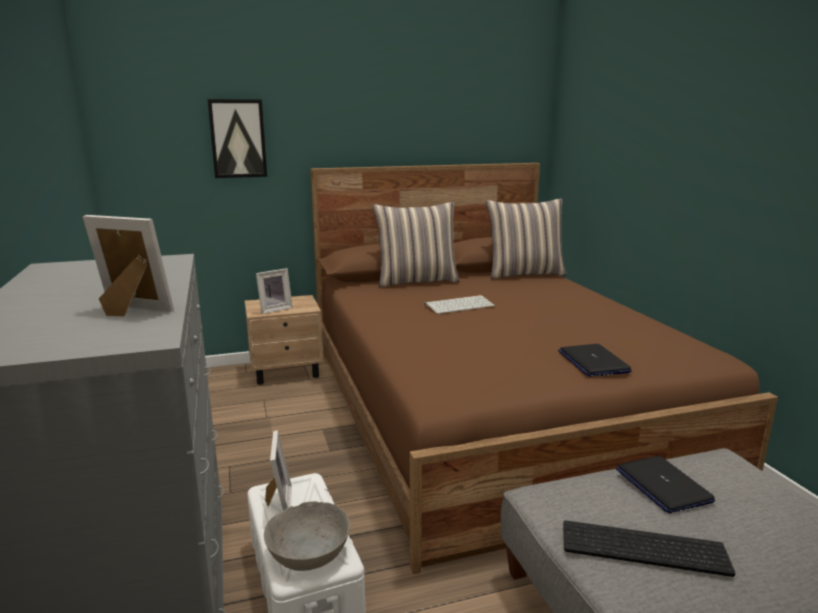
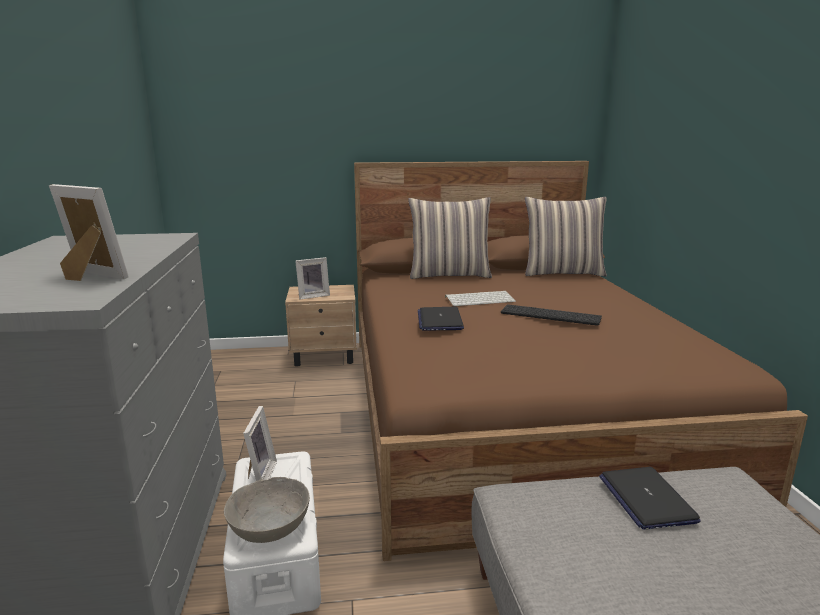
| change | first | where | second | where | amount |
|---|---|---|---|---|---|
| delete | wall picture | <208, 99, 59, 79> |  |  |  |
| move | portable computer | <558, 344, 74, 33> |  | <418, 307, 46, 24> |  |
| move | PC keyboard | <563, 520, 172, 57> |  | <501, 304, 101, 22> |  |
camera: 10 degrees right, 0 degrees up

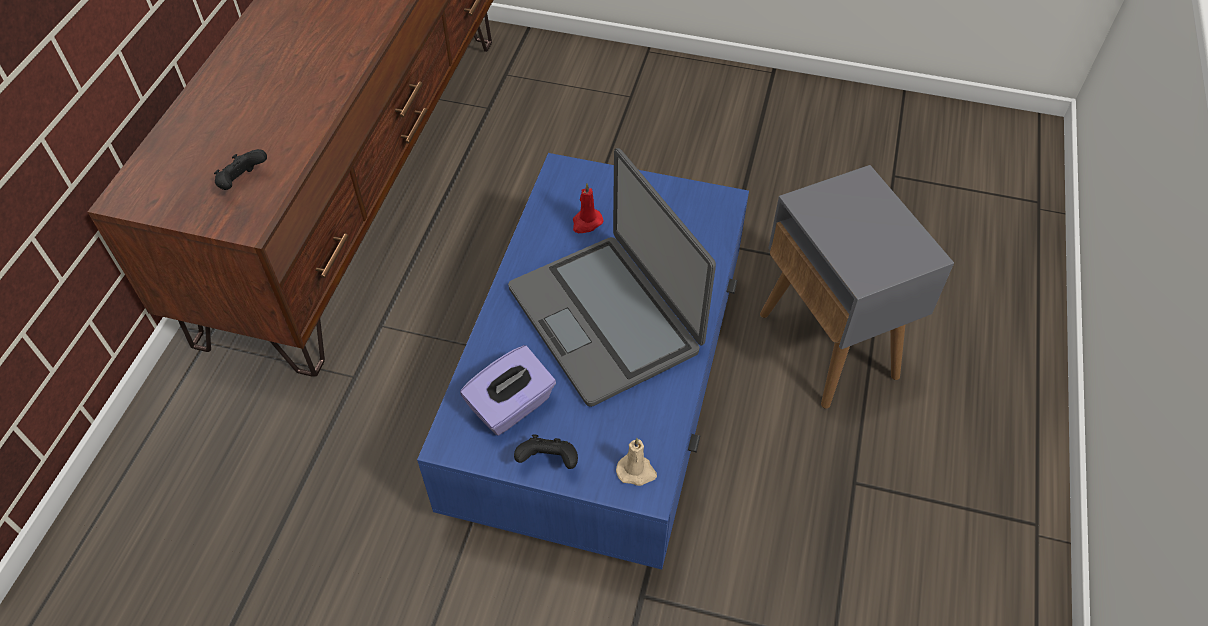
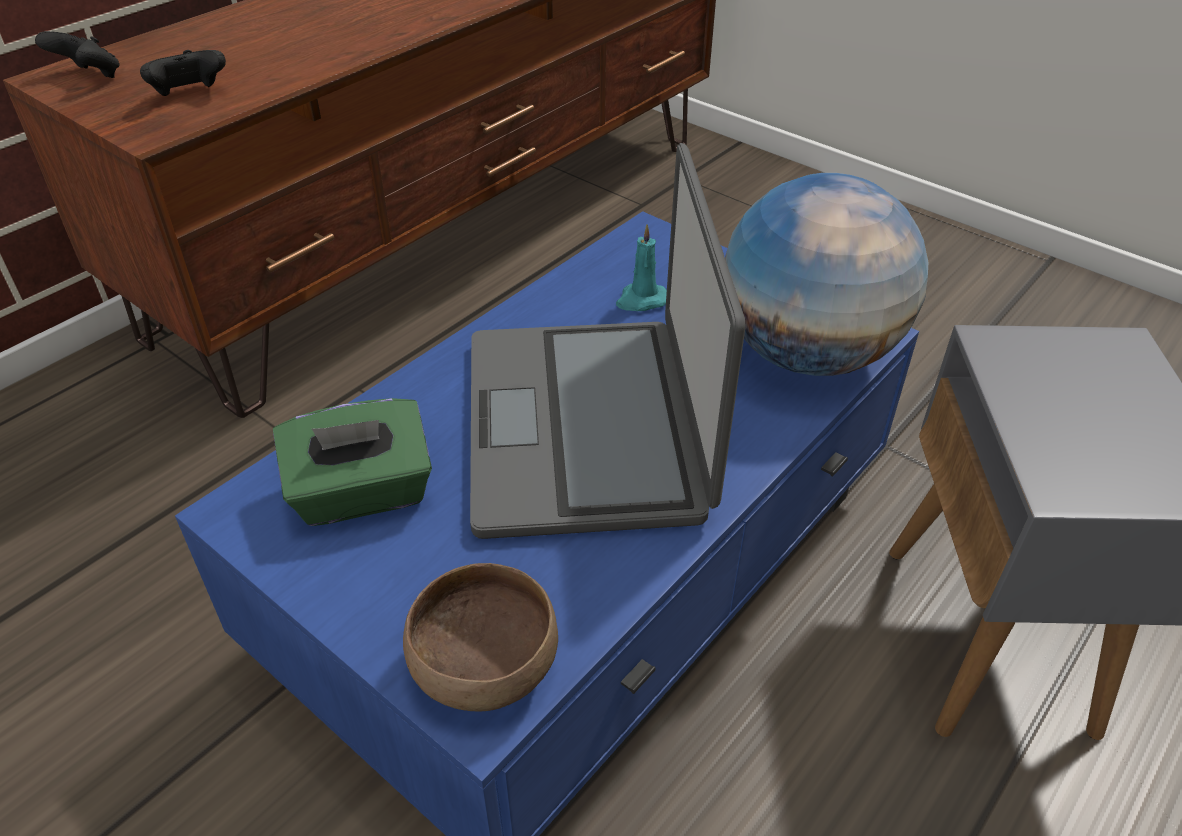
| change | first | where | second | where | amount |
|---|---|---|---|---|---|
| recolor | wax candle in red-coloured | <573, 183, 31, 50> | wax candle in turquoise | <616, 224, 51, 87> |  |
| recolor | tissue box in purple | <460, 345, 96, 90> | tissue box in green-coloured | <273, 398, 159, 128> |  |
| move | joypad in blackish | <514, 435, 64, 34> |  | <35, 31, 85, 47> |  |
| replace | wax candle in beige | <616, 438, 41, 48> | bowl in brownish | <403, 563, 155, 148> |  |
| insert |  |  | globe | <725, 173, 203, 203> |  |
camera: 25 degrees right, 10 degrees down

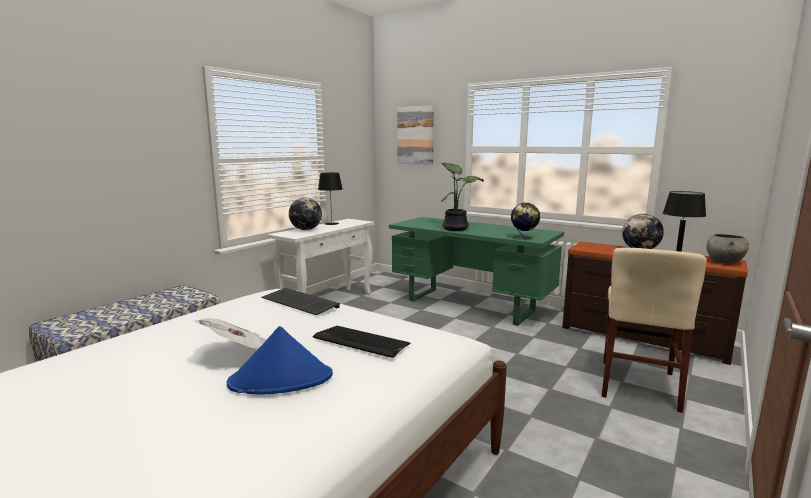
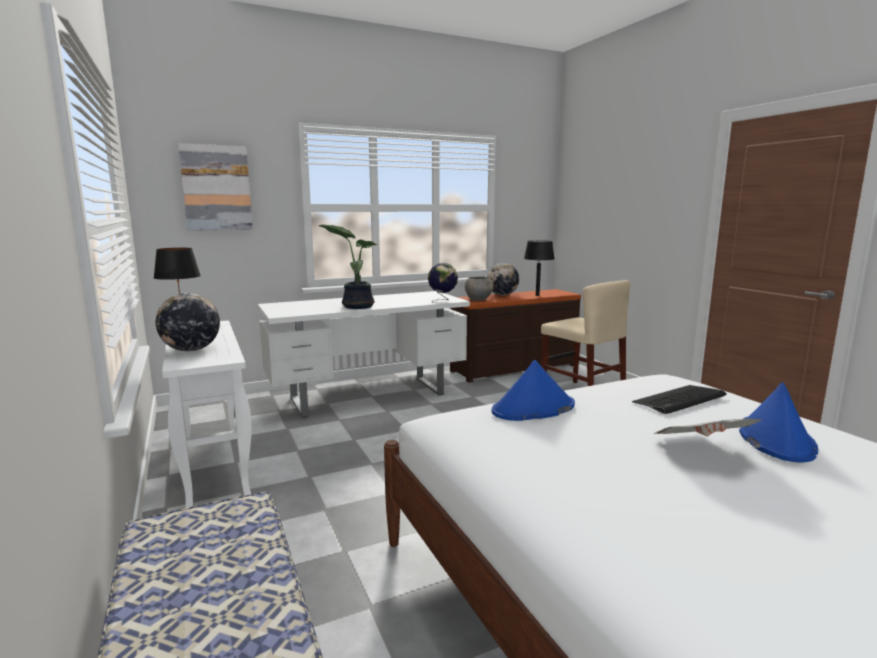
| change | first | where | second | where | amount |
|---|---|---|---|---|---|
| recolor | desk in green-coloured | <389, 217, 175, 109> | desk in white | <258, 291, 212, 127> |  |
| move | bowl in grey | <707, 234, 42, 30> |  | <465, 277, 28, 24> |  |
| replace | PC keyboard | <261, 288, 79, 27> | hat in bluish | <492, 360, 83, 61> |  |
camera: 60 degrees left, 0 degrees up

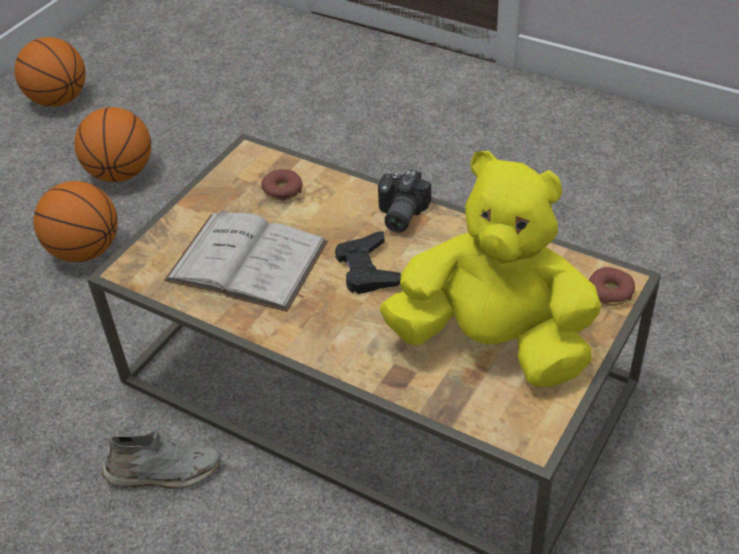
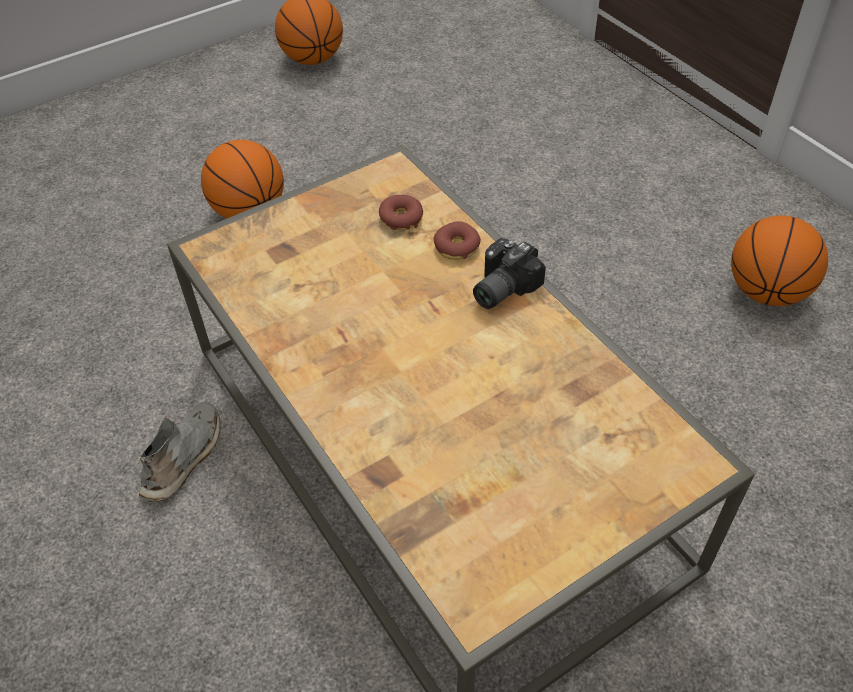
| change | first | where | second | where | amount |
|---|---|---|---|---|---|
| move | basketball ball | <74, 107, 77, 75> |  | <731, 216, 97, 90> |  |
| delete | cuddly toy in yellow | <380, 151, 221, 236> |  |  |  |
| delete | bound book in white | <164, 210, 164, 102> |  |  |  |
| delete | joypad in blackish | <335, 231, 66, 63> |  |  |  |
| move | donut | <589, 267, 46, 39> |  | <434, 221, 47, 39> |  |
| rotate | item of footwear in grey | <102, 430, 119, 59> |  | <139, 402, 82, 100> | 90 degrees counterclockwise |
camera: 25 degrees right, 5 degrees up

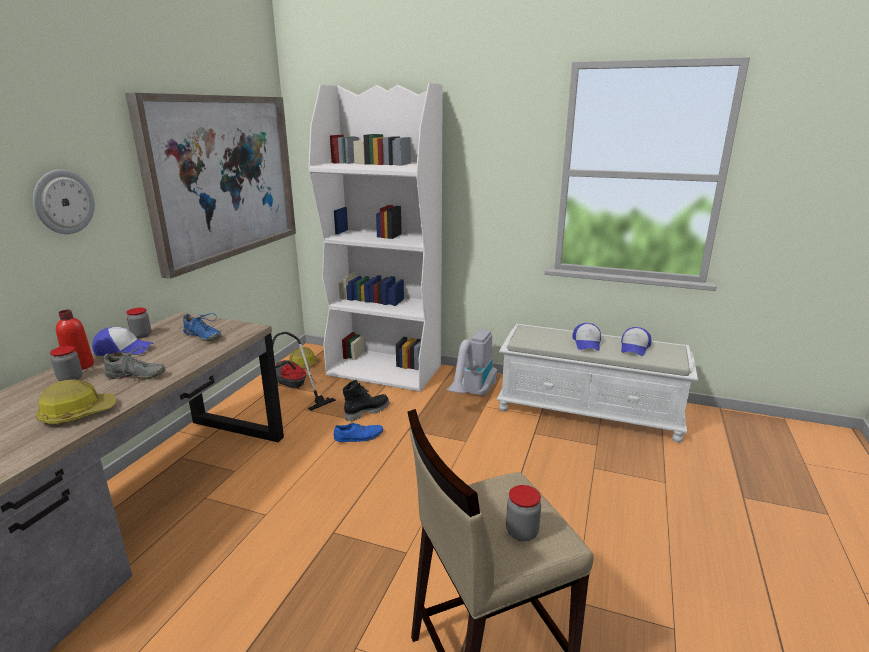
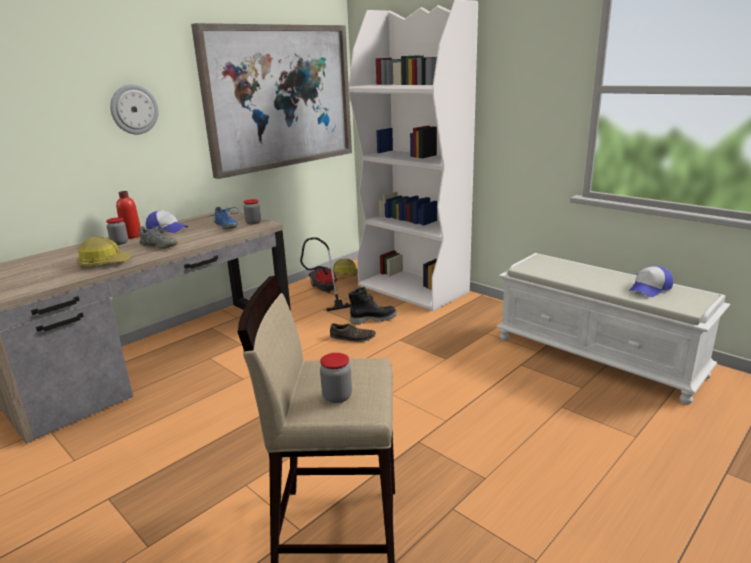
| change | first | where | second | where | amount |
|---|---|---|---|---|---|
| move | preserve jar | <126, 308, 25, 30> |  | <244, 199, 17, 25> |  |
| delete | peaked cap | <573, 323, 28, 28> |  |  |  |
| delete | vacuum cleaner | <446, 329, 51, 67> |  |  |  |
| recolor | item of footwear in bluish | <334, 423, 49, 19> | item of footwear in brownish | <330, 323, 46, 19> |  |
camera: 25 degrees right, 0 degrees up

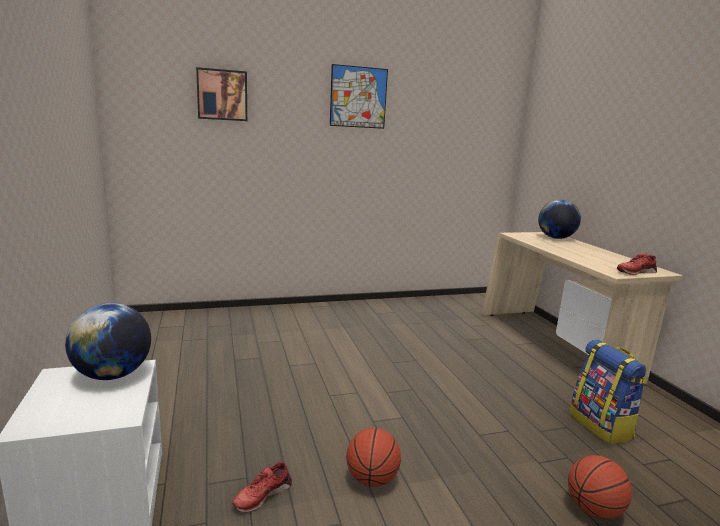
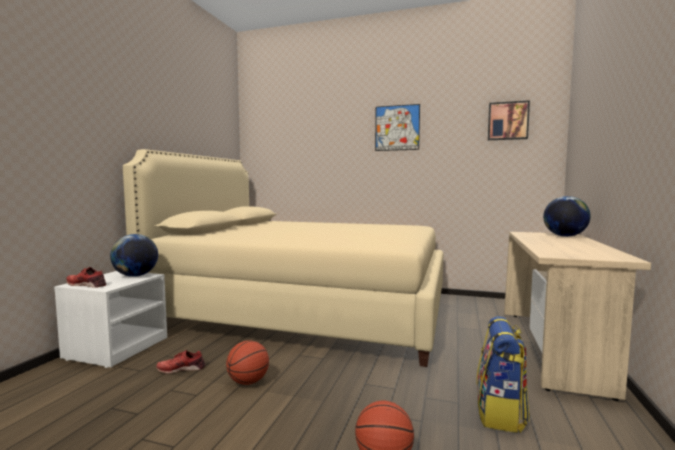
| change | first | where | second | where | amount |
|---|---|---|---|---|---|
| move | wall picture | <196, 67, 51, 54> |  | <488, 100, 42, 40> |  |
| move | item of footwear in red-coloured | <617, 253, 40, 22> |  | <66, 267, 40, 21> |  |
| insert |  |  | bed in beige | <123, 149, 320, 218> |  |
camera: 35 degrees right, 10 degrees down

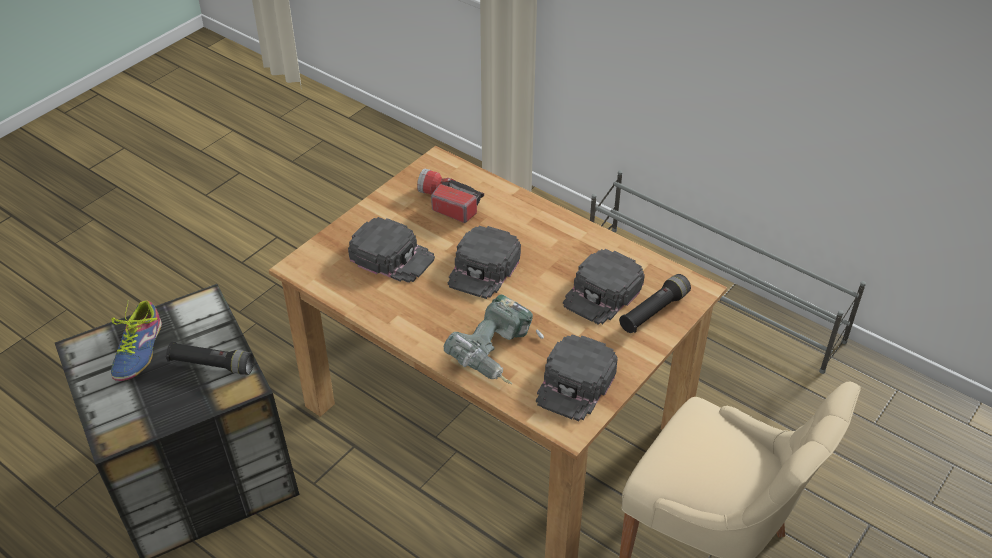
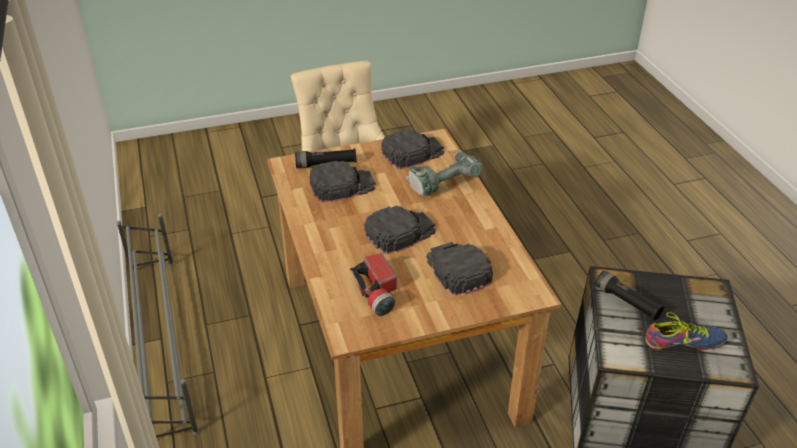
| change | first | where | second | where | amount |
|---|---|---|---|---|---|
| rotate | item of footwear | <111, 301, 51, 80> |  | <645, 312, 83, 38> | 45 degrees clockwise |
camera: 145 degrees left, 5 degrees down

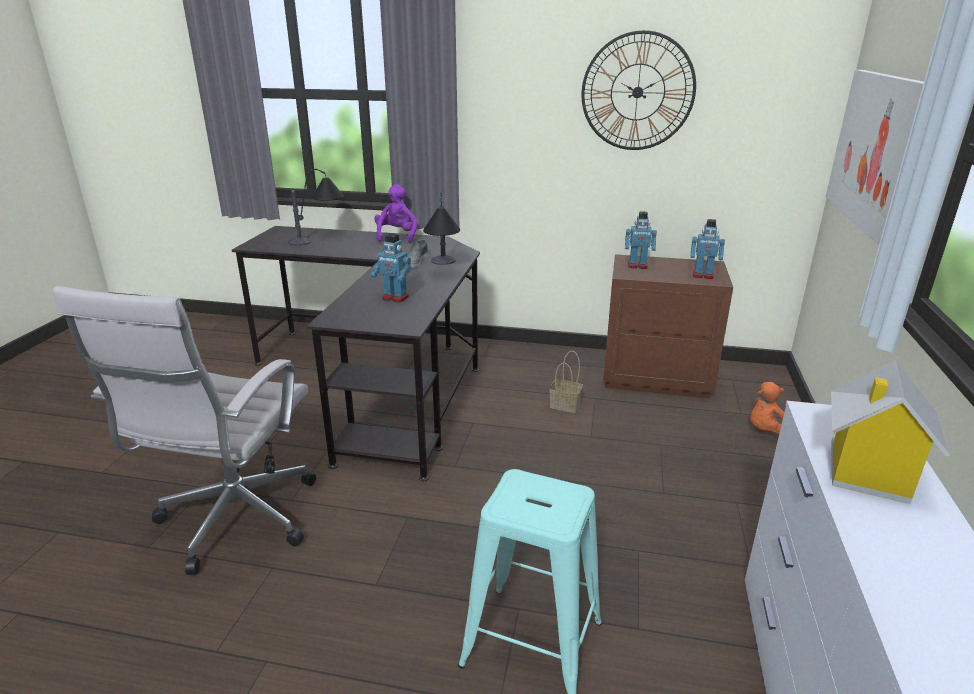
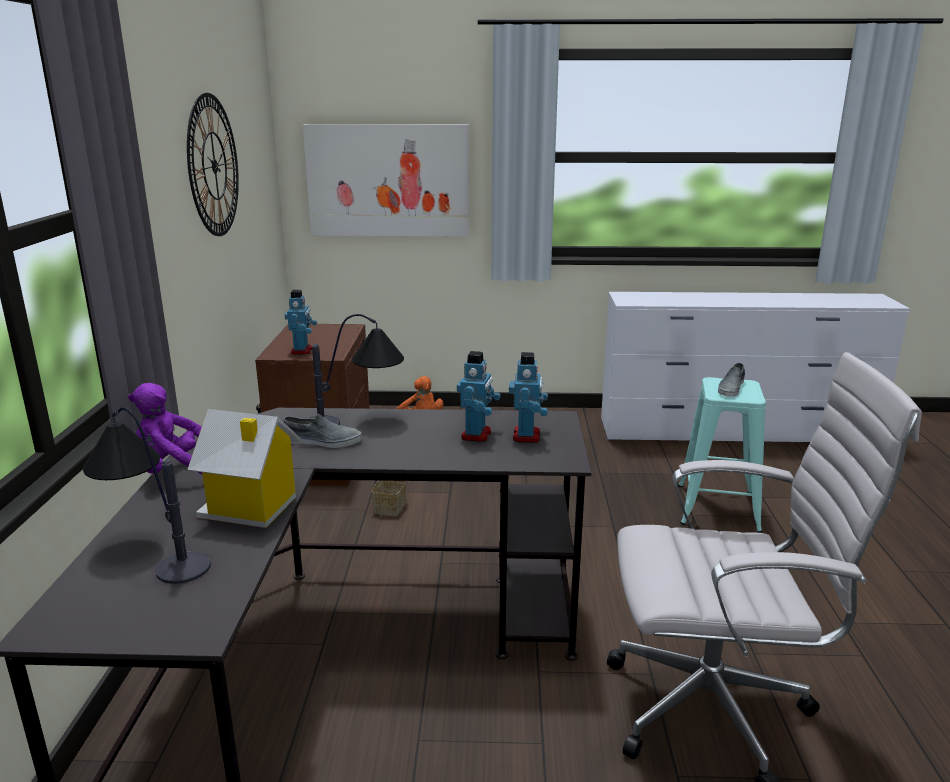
| change | first | where | second | where | amount |
|---|---|---|---|---|---|
| move | robot figure | <690, 219, 35, 60> |  | <509, 352, 39, 91> |  |
| move | toy house | <831, 360, 119, 144> |  | <187, 409, 115, 119> |  |
| insert |  |  | item of footwear in grey | <718, 363, 27, 34> |  |
camera: 100 degrees left, 5 degrees down

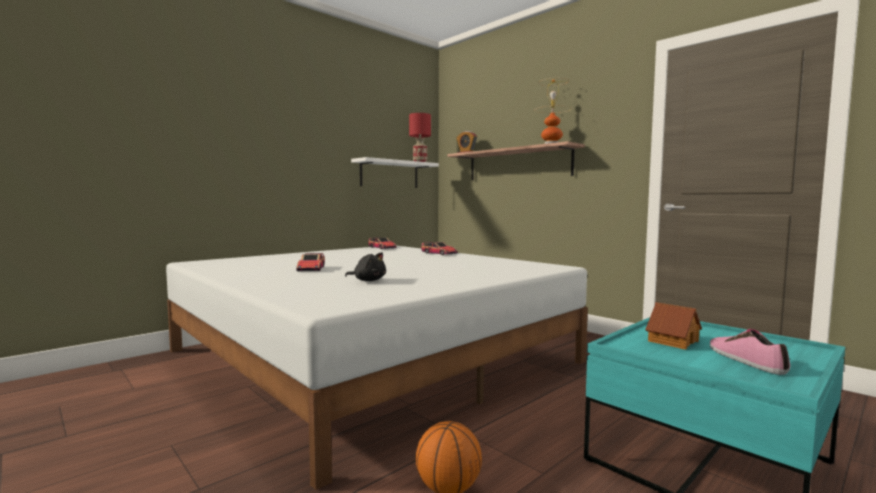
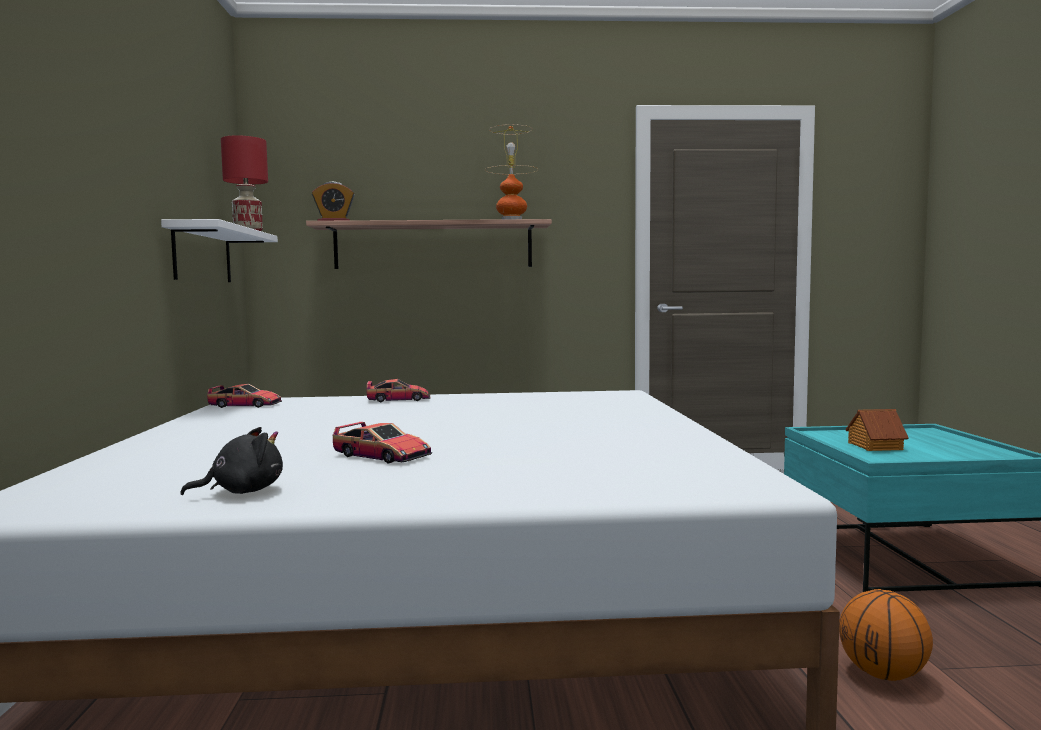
| change | first | where | second | where | amount |
|---|---|---|---|---|---|
| move | cuddly toy in blackish | <345, 252, 41, 29> |  | <180, 427, 103, 68> |  |
| delete | item of footwear | <710, 329, 80, 46> |  |  |  |
camera: 50 degrees left, 0 degrees up

